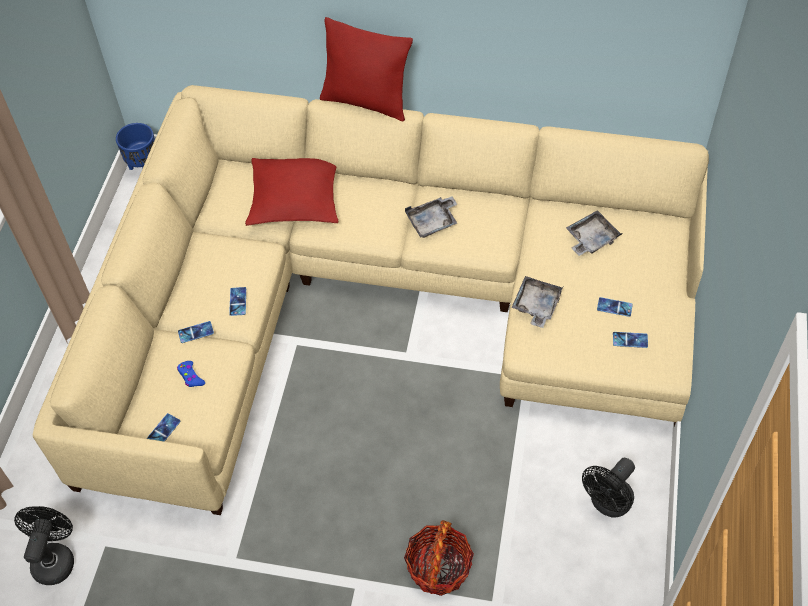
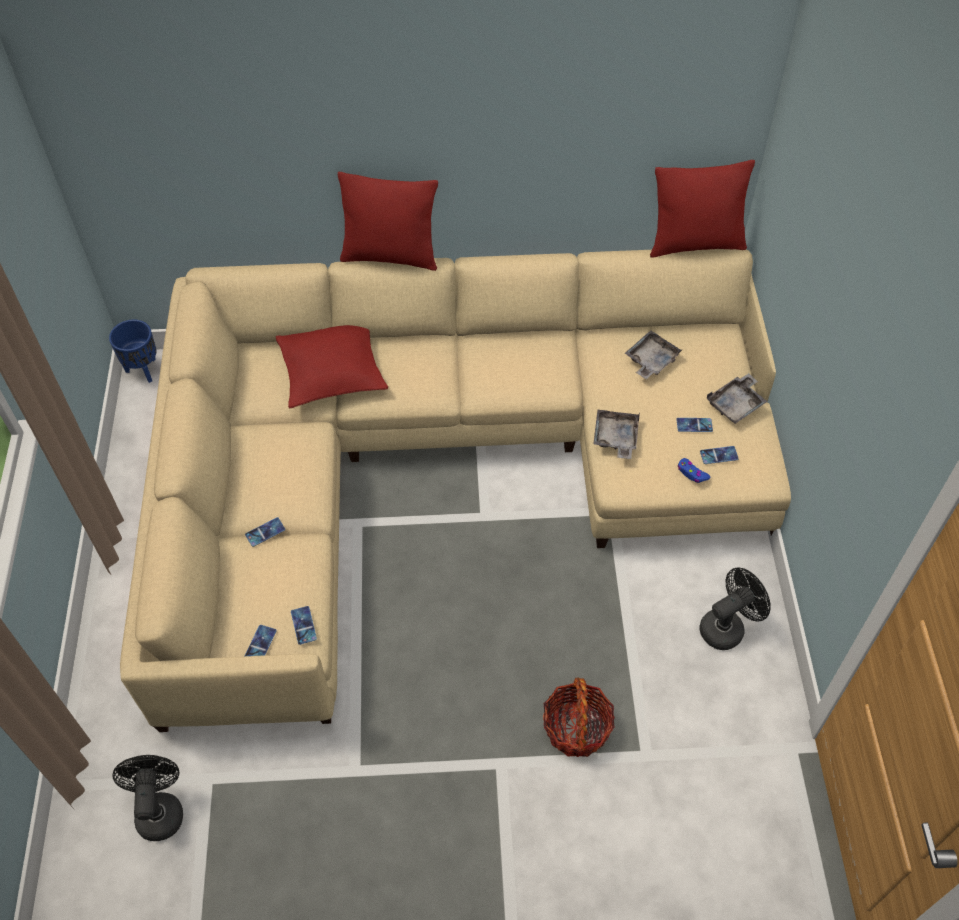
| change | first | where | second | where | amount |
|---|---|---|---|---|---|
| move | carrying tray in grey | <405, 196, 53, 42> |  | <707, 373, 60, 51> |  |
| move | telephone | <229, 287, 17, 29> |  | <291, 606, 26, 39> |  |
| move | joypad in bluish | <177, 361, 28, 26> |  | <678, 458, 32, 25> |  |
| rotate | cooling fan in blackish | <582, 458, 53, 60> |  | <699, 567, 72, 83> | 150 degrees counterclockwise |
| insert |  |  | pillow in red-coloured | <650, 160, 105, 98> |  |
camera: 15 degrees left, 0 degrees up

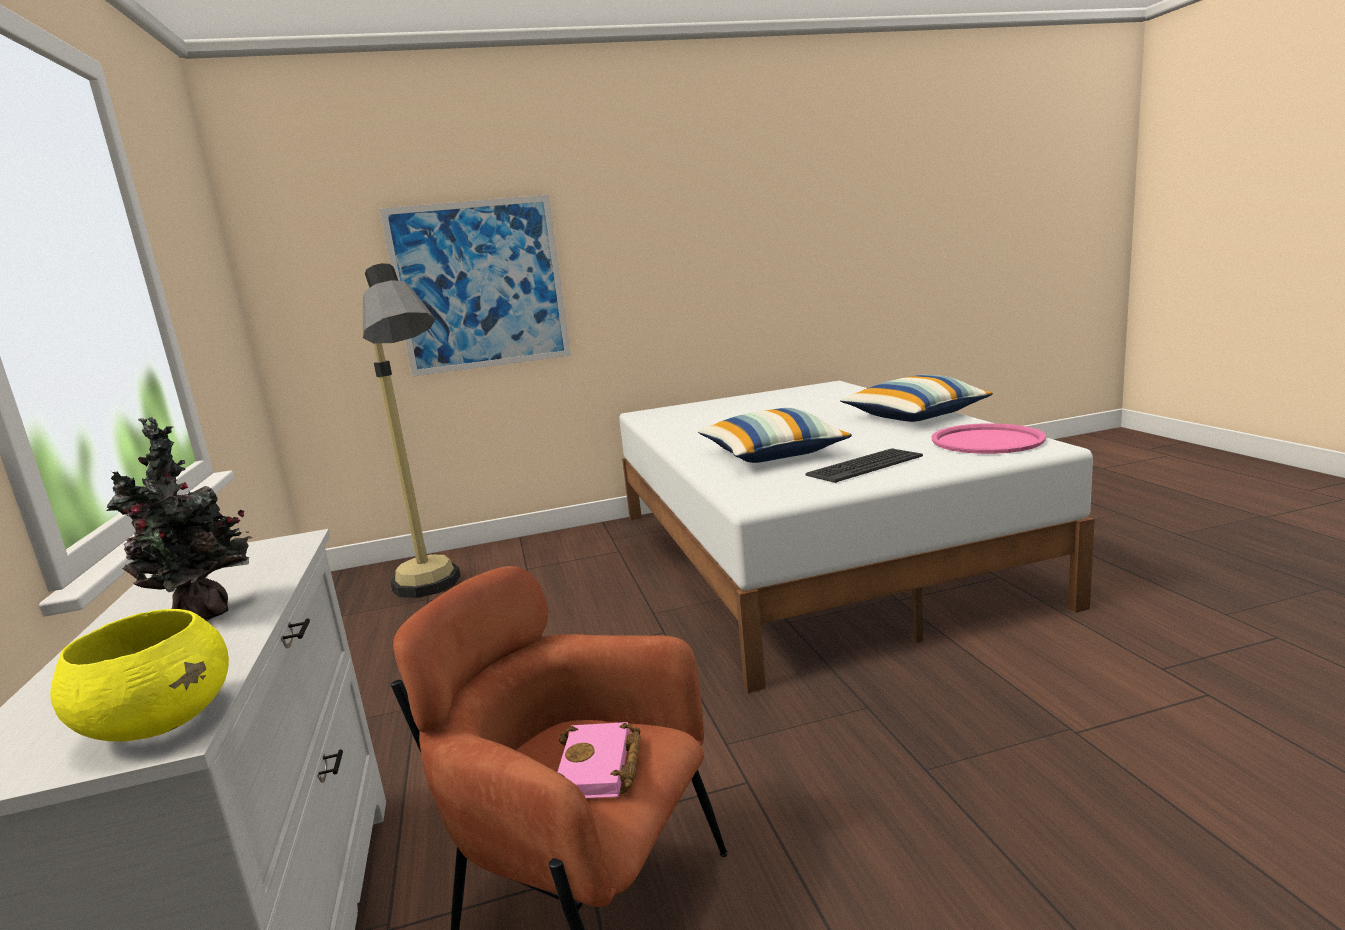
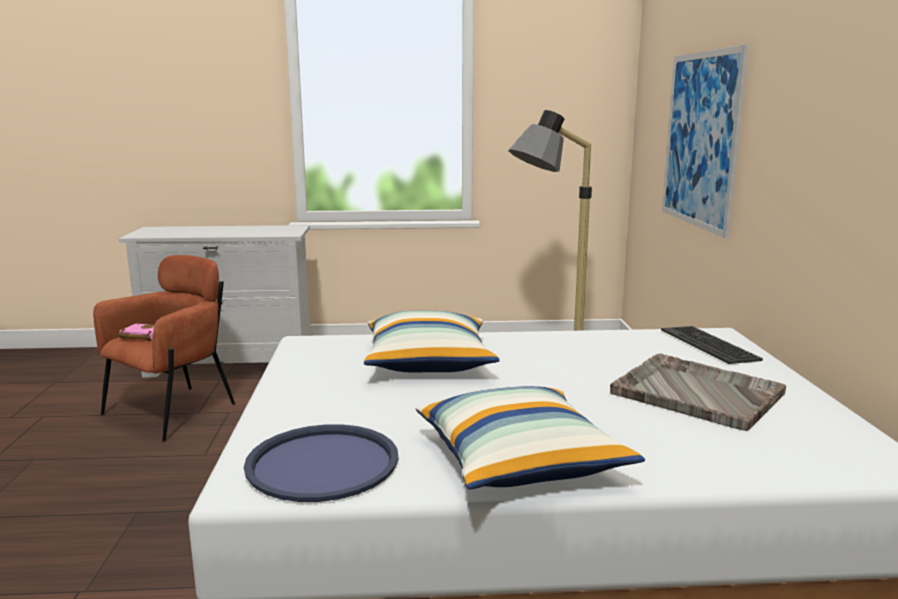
| change | first | where | second | where | amount |
|---|---|---|---|---|---|
| delete | plant in a pot | <107, 417, 145, 204> |  |  |  |
| recolor | carrying tray in pink | <931, 423, 115, 31> | carrying tray in bluish | <244, 424, 154, 78> |  |
| move | PC keyboard | <805, 448, 118, 35> |  | <661, 326, 102, 38> |  |
| delete | bowl in yellow | <50, 609, 179, 133> |  |  |  |
| insert |  |  | carrying tray in grey | <610, 354, 177, 77> |  |
camera: 100 degrees right, 0 degrees up

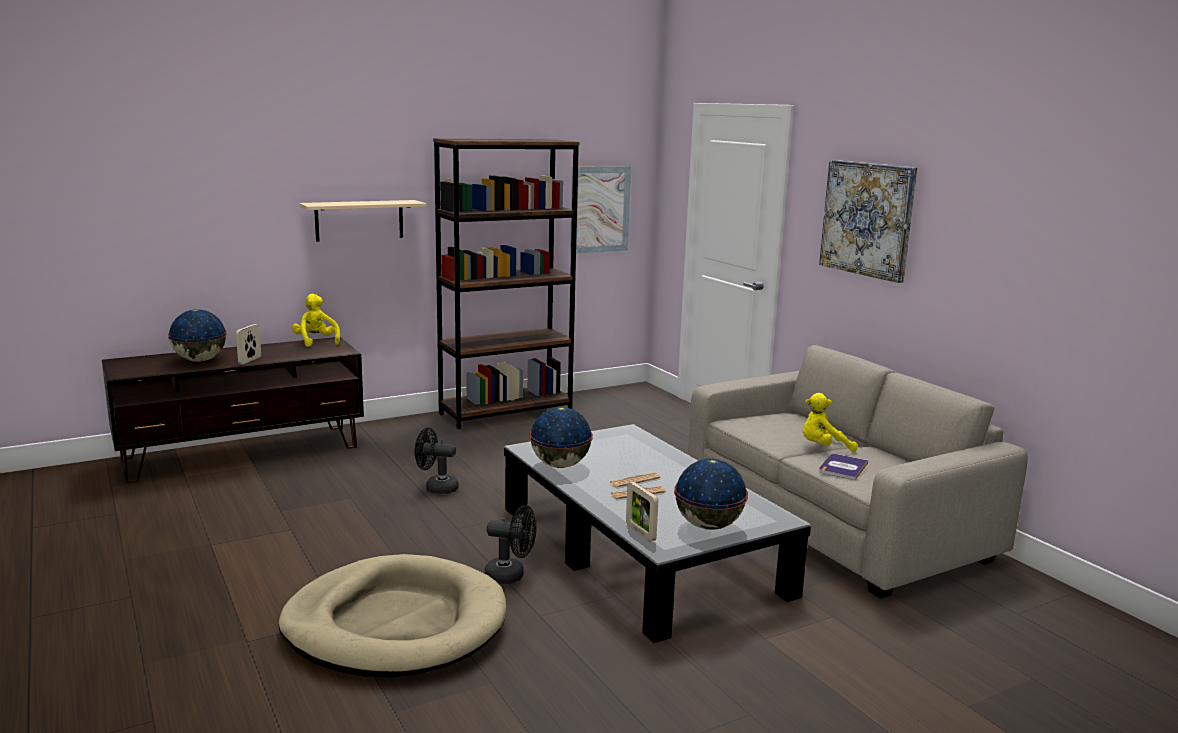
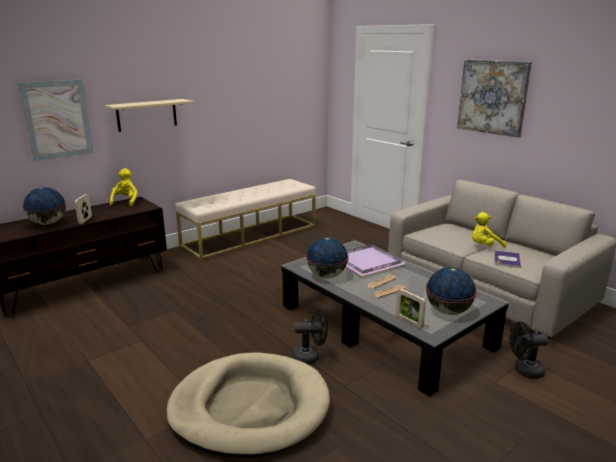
| change | first | where | second | where | amount |
|---|---|---|---|---|---|
| replace | bookcase in brownish | <433, 138, 147, 291> | bench in beige | <175, 179, 141, 81> |  |
| move | wall picture | <570, 166, 61, 88> |  | <18, 79, 76, 82> |  |
| rotate | cuddly toy in yellow | <292, 294, 48, 53> |  | <110, 168, 28, 38> | 45 degrees clockwise |
| move | cooling fan in blackish | <415, 428, 44, 66> |  | <509, 322, 40, 57> |  |
| insert |  |  | carrying tray in purple | <346, 244, 60, 32> |  |
camera: 10 degrees left, 5 degrees up

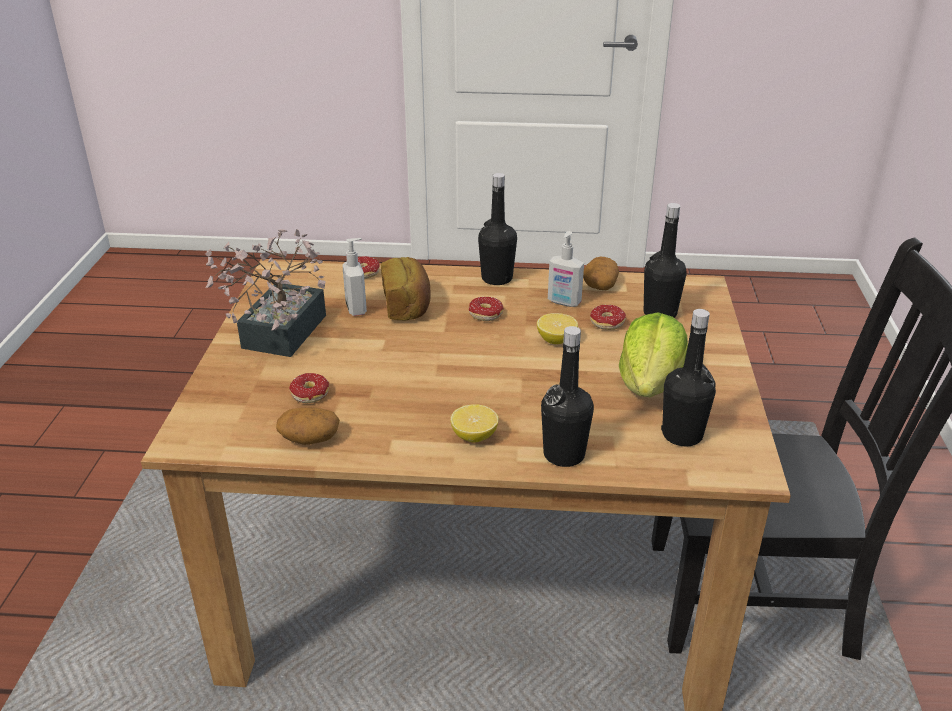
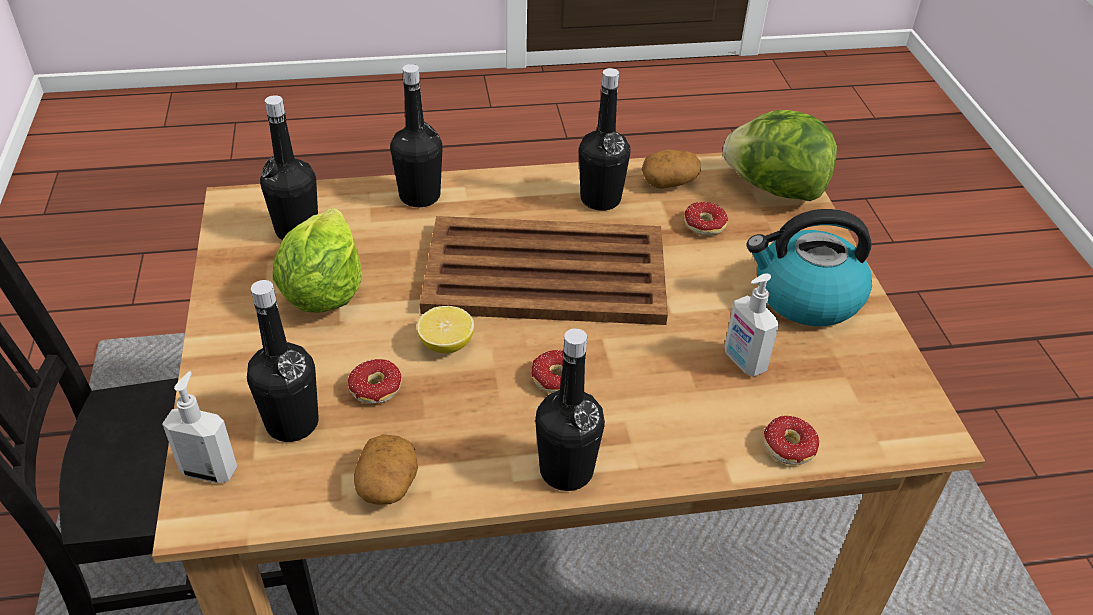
| change | first | where | second | where | amount |
|---|---|---|---|---|---|
| replace | plant in a pot | <205, 229, 121, 128> | water kettle | <747, 209, 125, 117> |  |
| move | soap bottle | <548, 231, 36, 76> |  | <162, 371, 75, 112> |  |
| delete | baked bread | <381, 257, 50, 64> |  |  |  |
| delete | whole lemon | <450, 404, 49, 39> |  |  |  |
| insert |  |  | beverage bottle in blackish | <579, 68, 51, 143> |  |
| insert |  |  | head of lettuce | <723, 110, 114, 91> |  |
| insert |  |  | carrying tray in brownish | <420, 216, 248, 109> |  |
camera: 165 degrees right, 10 degrees up

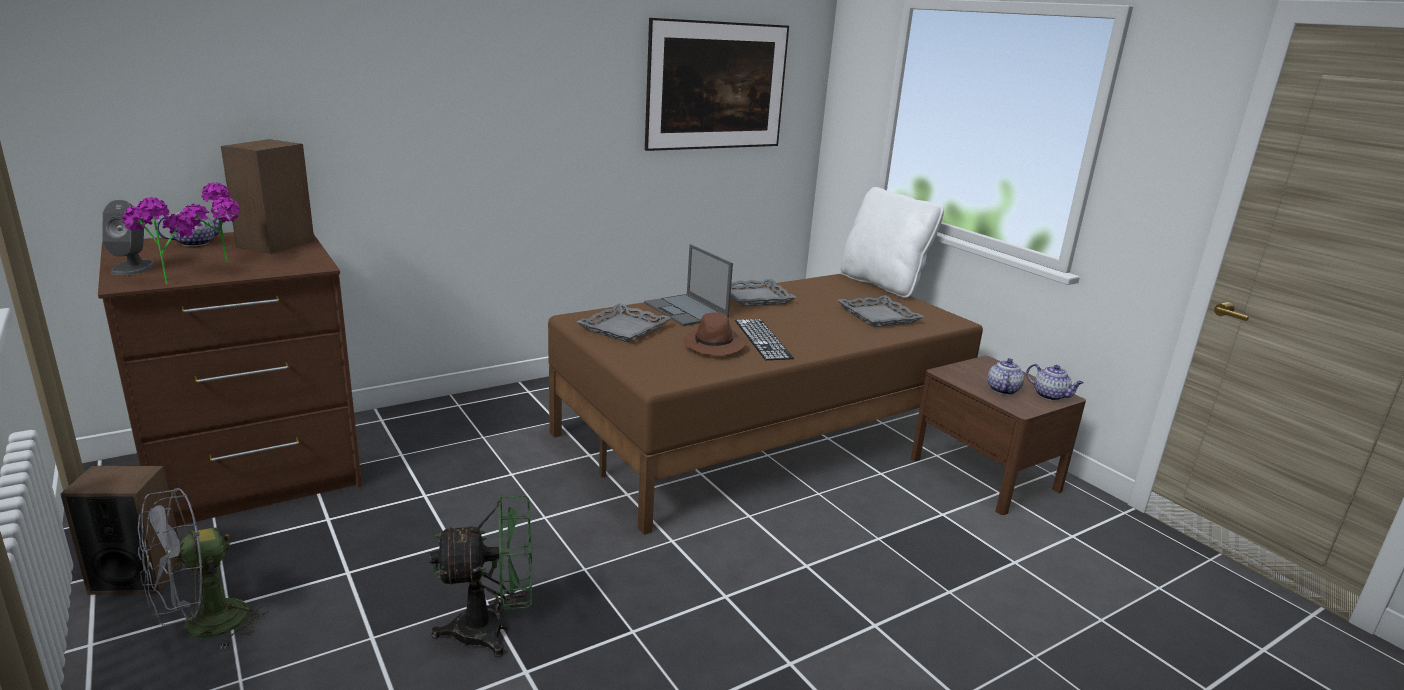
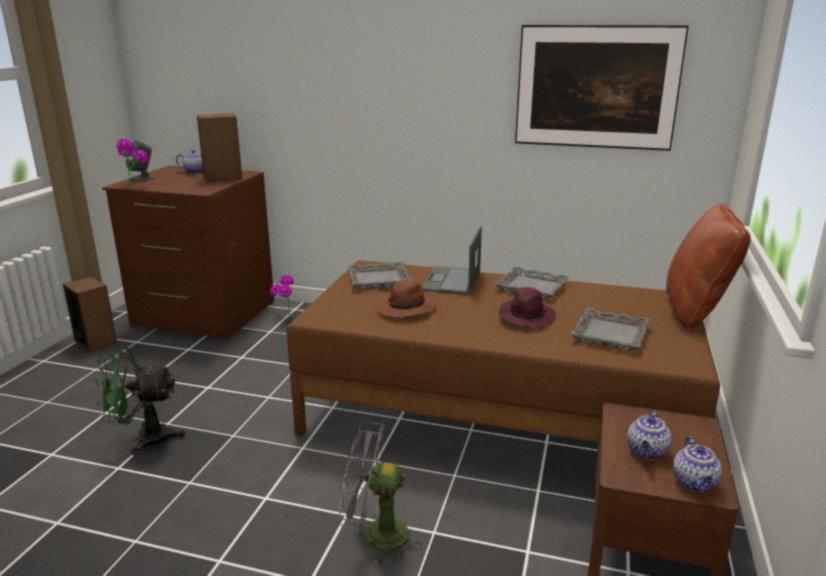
| change | first | where | second | where | amount |
|---|---|---|---|---|---|
| move | plant in a pot | <181, 182, 59, 81> |  | <270, 275, 24, 40> |  |
| recolor | pillow in white | <840, 187, 104, 111> | pillow in brownish | <666, 203, 85, 126> |  |
| delete | PC keyboard | <735, 319, 59, 41> |  |  |  |
| rotate | tea pot | <987, 358, 37, 37> |  | <627, 410, 45, 49> | 135 degrees clockwise |
| move | cooling fan in grey | <138, 488, 132, 161> |  | <339, 421, 83, 143> |  |
| rotate | cooling fan in green-coloured | <429, 494, 103, 163> |  | <95, 347, 90, 108> | 135 degrees clockwise |
| insert |  |  | hat in purple | <499, 287, 57, 40> |  |
camera: 50 degrees right, 0 degrees up

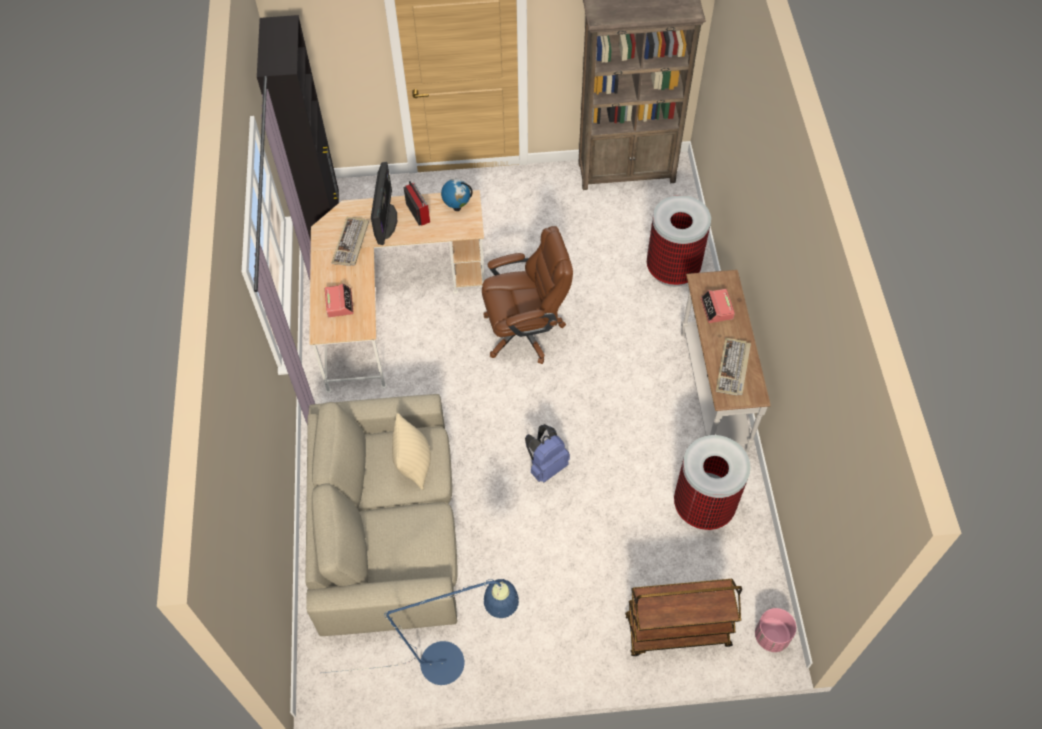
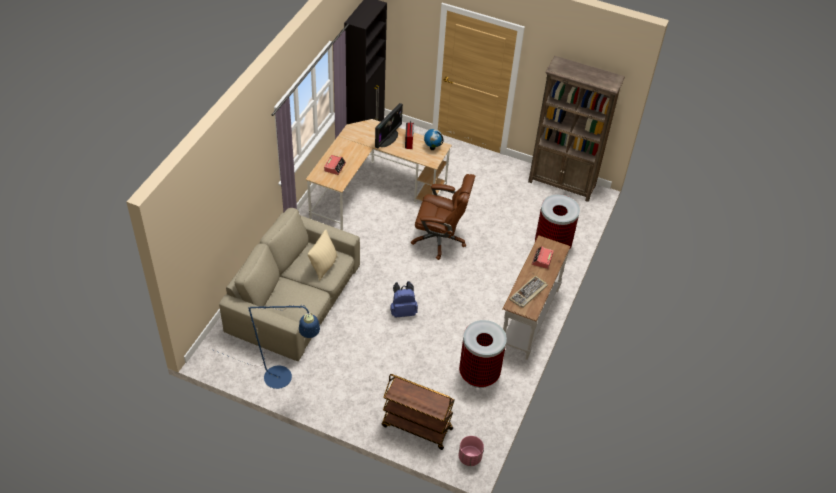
| change | first | where | second | where | amount |
|---|---|---|---|---|---|
| delete | PC keyboard | <331, 217, 38, 49> |  |  |  |
camera: 25 degrees right, 10 degrees down

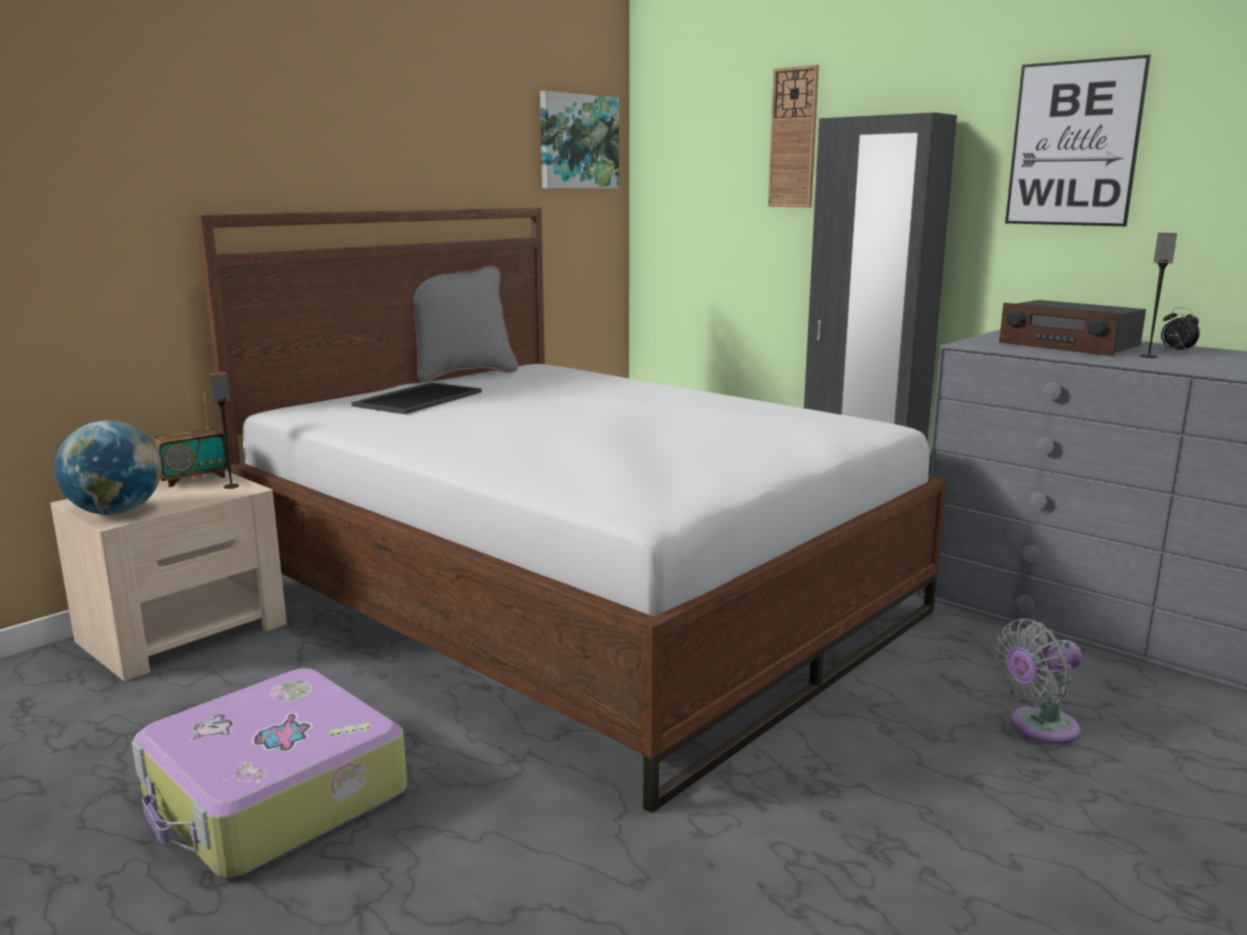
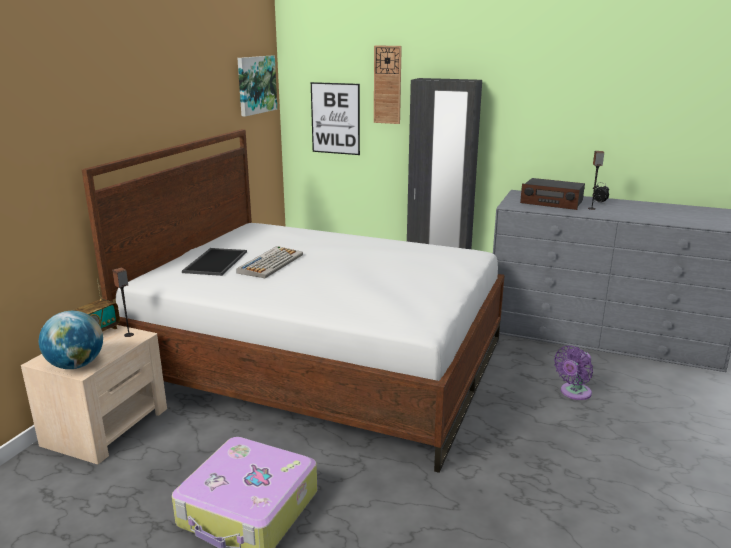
| change | first | where | second | where | amount |
|---|---|---|---|---|---|
| move | wall picture | <1005, 55, 146, 171> |  | <311, 82, 49, 73> |  |
| delete | pillow in grey | <413, 265, 105, 117> |  |  |  |
| recolor | cooling fan in grey | <995, 618, 87, 126> | cooling fan in purple | <554, 346, 39, 54> |  |
| insert |  |  | PC keyboard | <237, 246, 66, 32> |  |
camera: 20 degrees left, 5 degrees up

